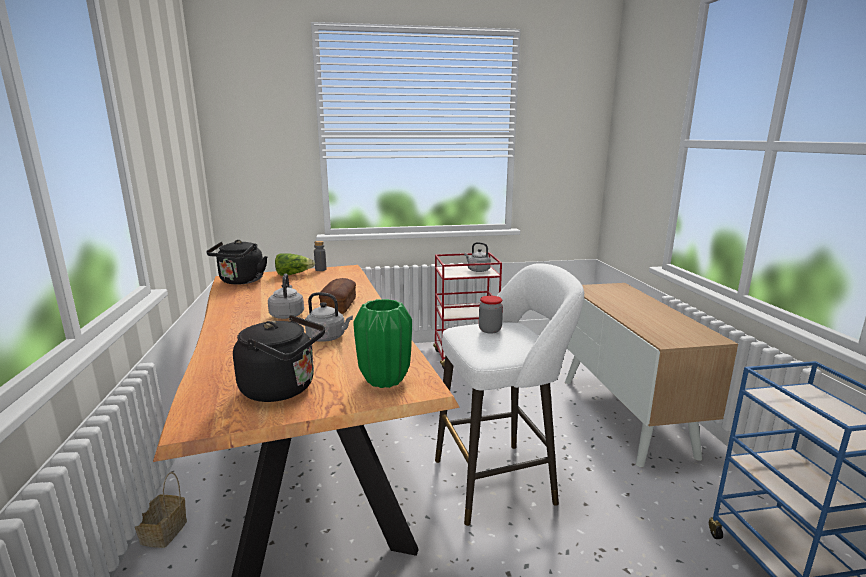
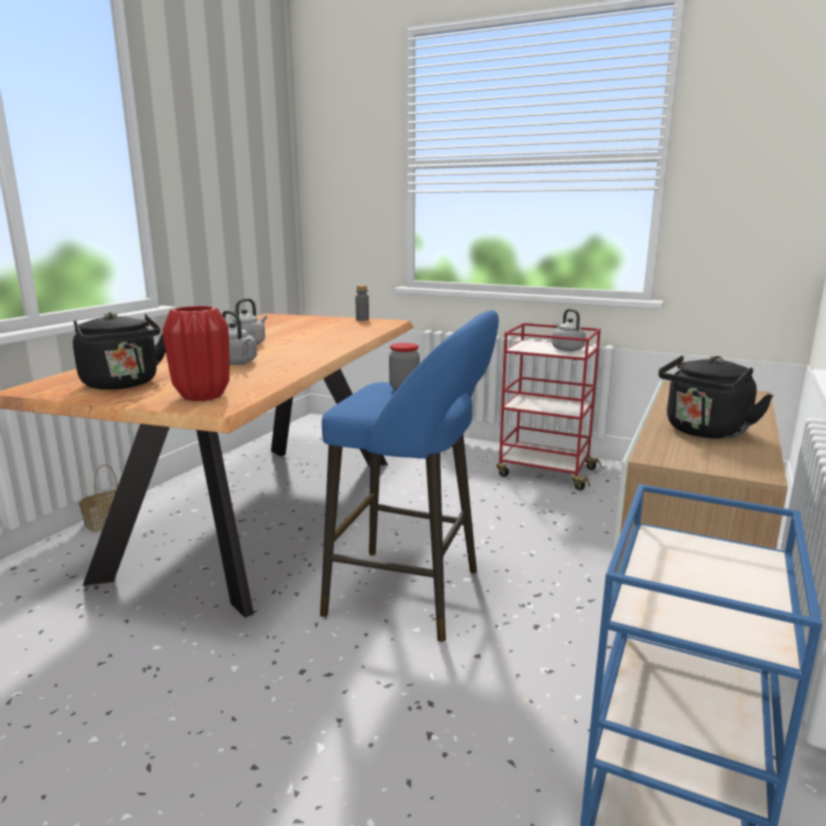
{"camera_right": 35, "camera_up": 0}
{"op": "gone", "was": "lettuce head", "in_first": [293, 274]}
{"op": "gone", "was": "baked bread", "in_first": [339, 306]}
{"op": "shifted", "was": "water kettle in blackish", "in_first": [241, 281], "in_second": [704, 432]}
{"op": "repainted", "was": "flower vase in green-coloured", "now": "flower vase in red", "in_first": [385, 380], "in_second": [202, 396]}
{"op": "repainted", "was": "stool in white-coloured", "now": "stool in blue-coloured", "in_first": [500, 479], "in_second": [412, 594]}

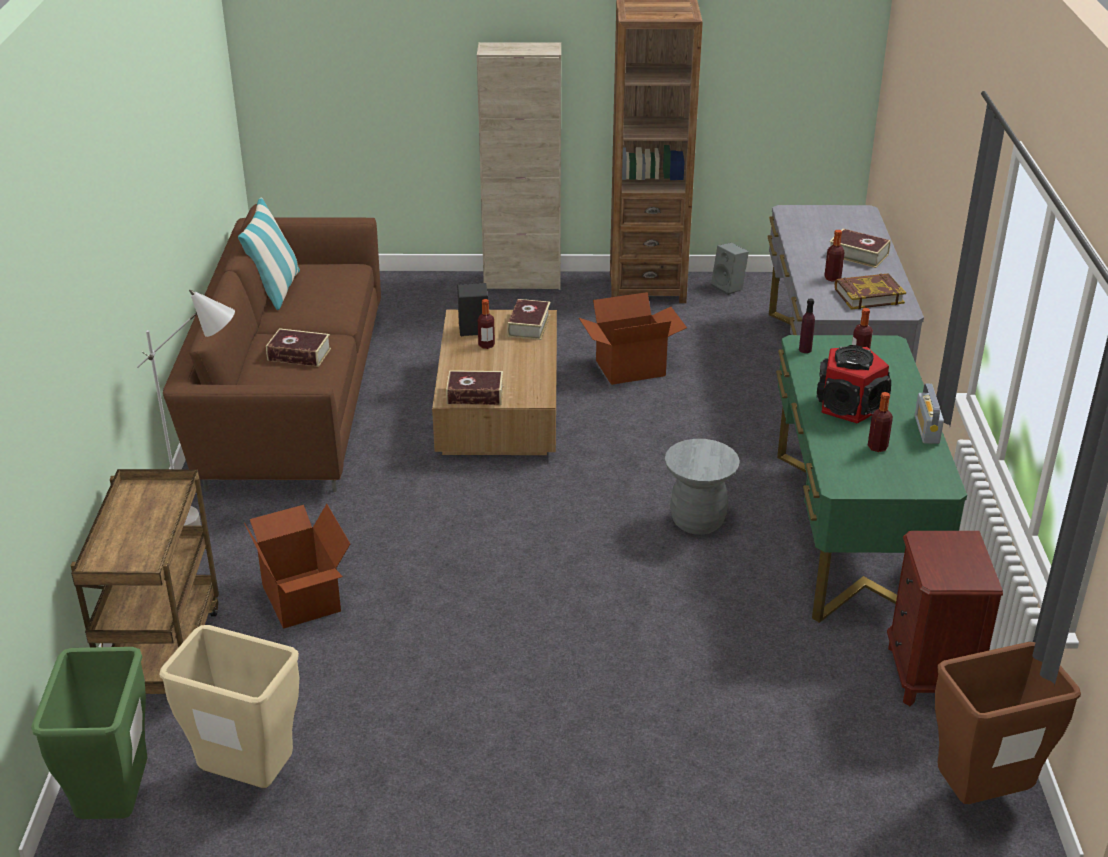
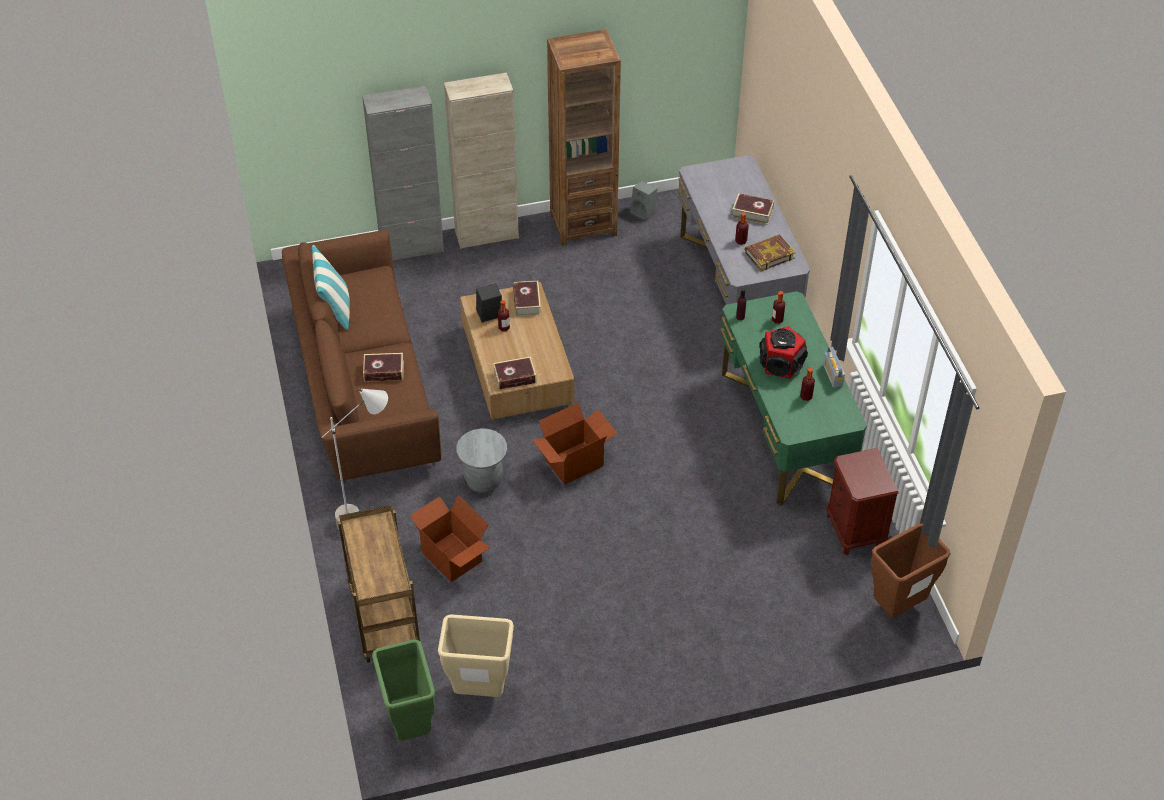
{"camera_right": -15, "camera_up": 15}
{"op": "new", "now": "cabinet in gray", "in_second": [412, 248]}
{"op": "shifted", "was": "packing box", "in_first": [630, 367], "in_second": [573, 462]}
{"op": "shifted", "was": "stool in gray", "in_first": [697, 521], "in_second": [484, 480]}

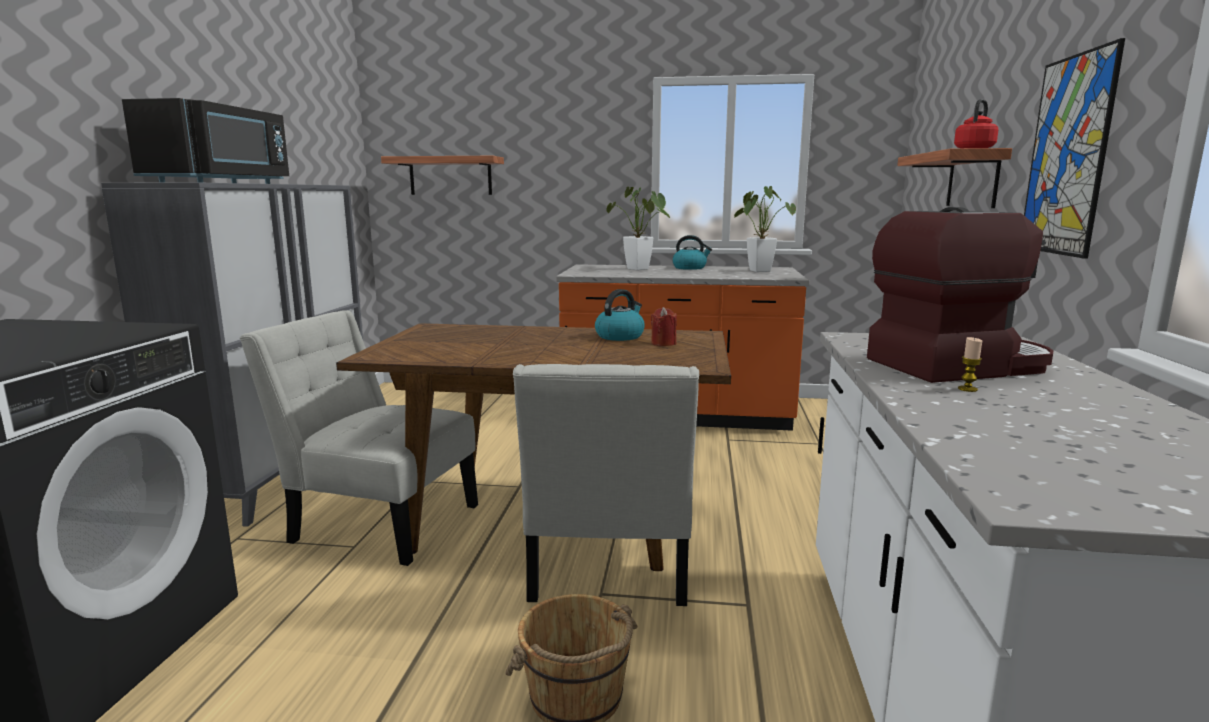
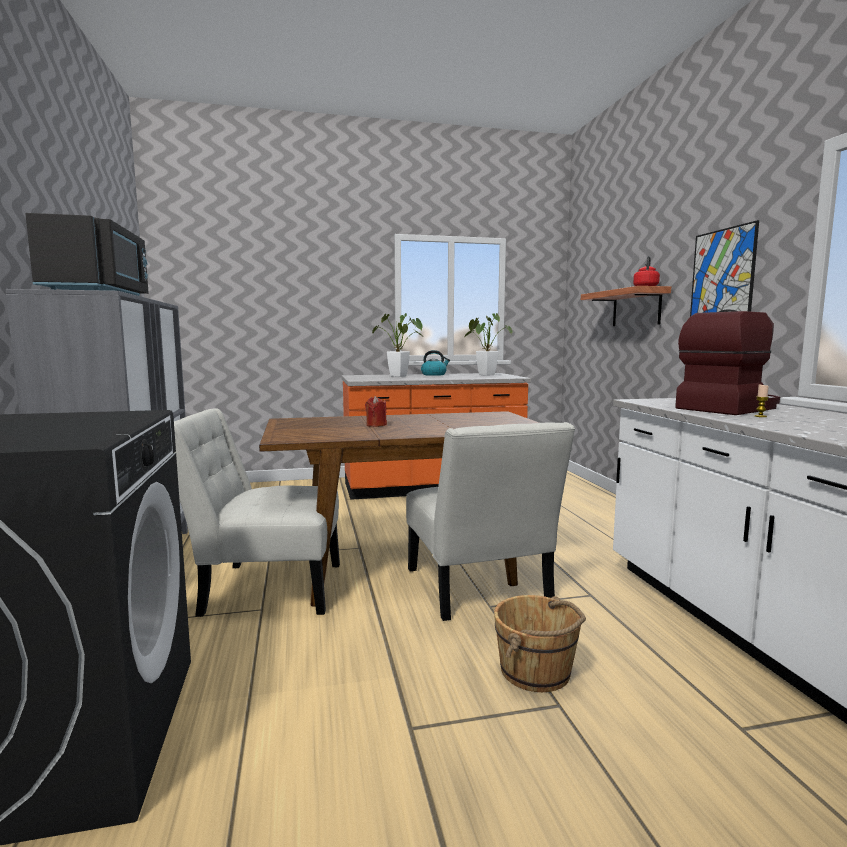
{"camera_right": -20, "camera_up": -5}
{"op": "gone", "was": "shelf", "in_first": [450, 176]}
{"op": "gone", "was": "water kettle", "in_first": [620, 336]}
{"op": "shifted", "was": "wax candle in red", "in_first": [663, 343], "in_second": [376, 425]}

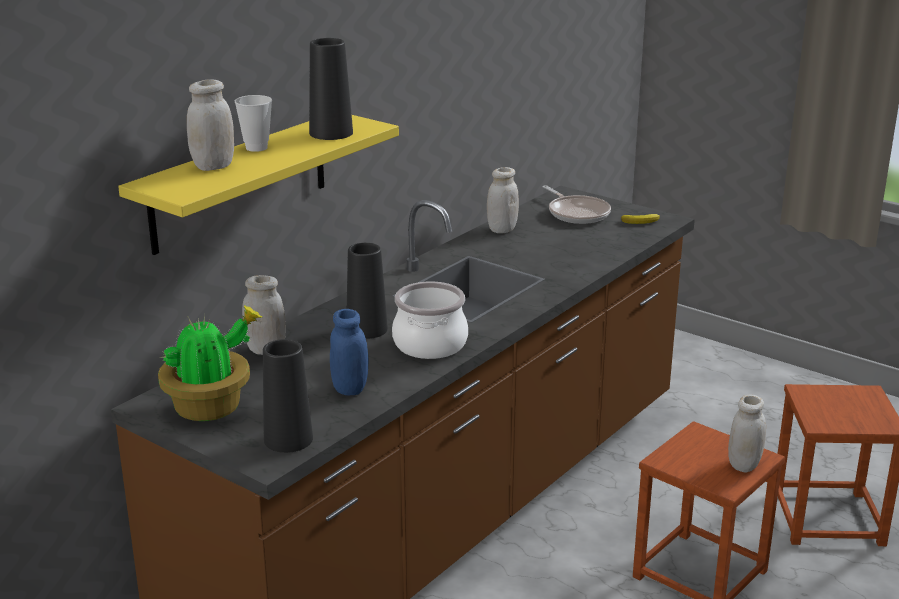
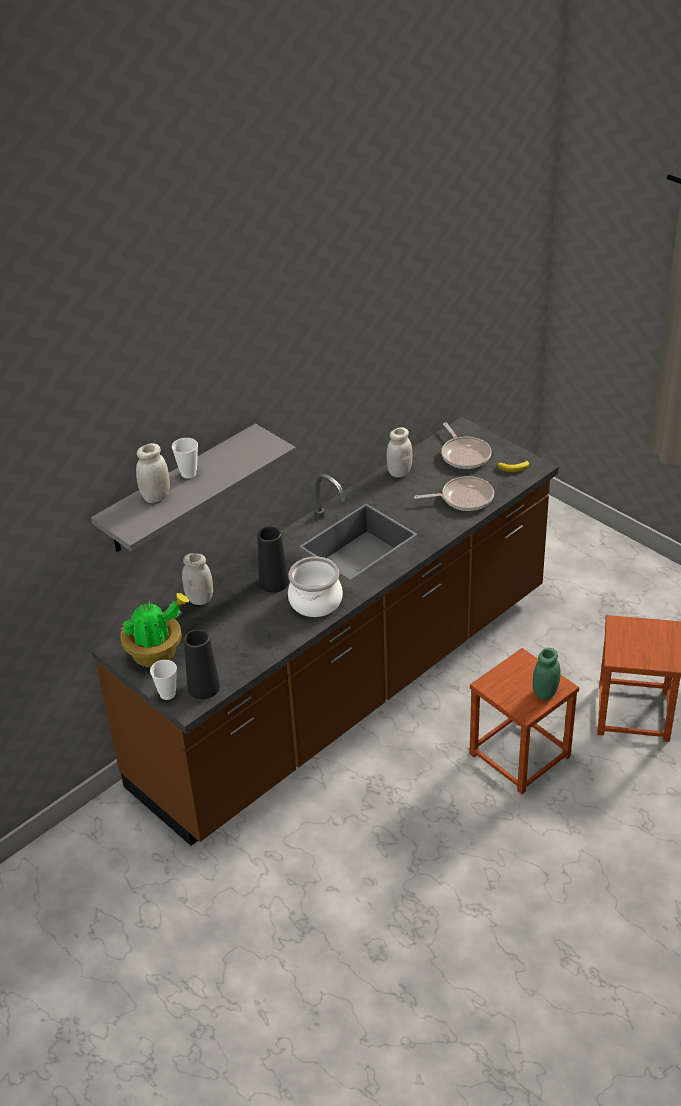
{"camera_right": 10, "camera_up": 15}
{"op": "gone", "was": "flower vase in blackish", "in_first": [331, 133]}
{"op": "gone", "was": "storage jar in blue-coloured", "in_first": [349, 388]}
{"op": "new", "now": "drinking cup", "in_second": [167, 694]}
{"op": "new", "now": "pan", "in_second": [463, 498]}
{"op": "repainted", "was": "shelf in yellow", "now": "shelf in gray", "in_first": [240, 182], "in_second": [179, 490]}
{"op": "repainted", "was": "storage jar in white-coloured", "now": "storage jar in green-coloured", "in_first": [744, 465], "in_second": [545, 693]}

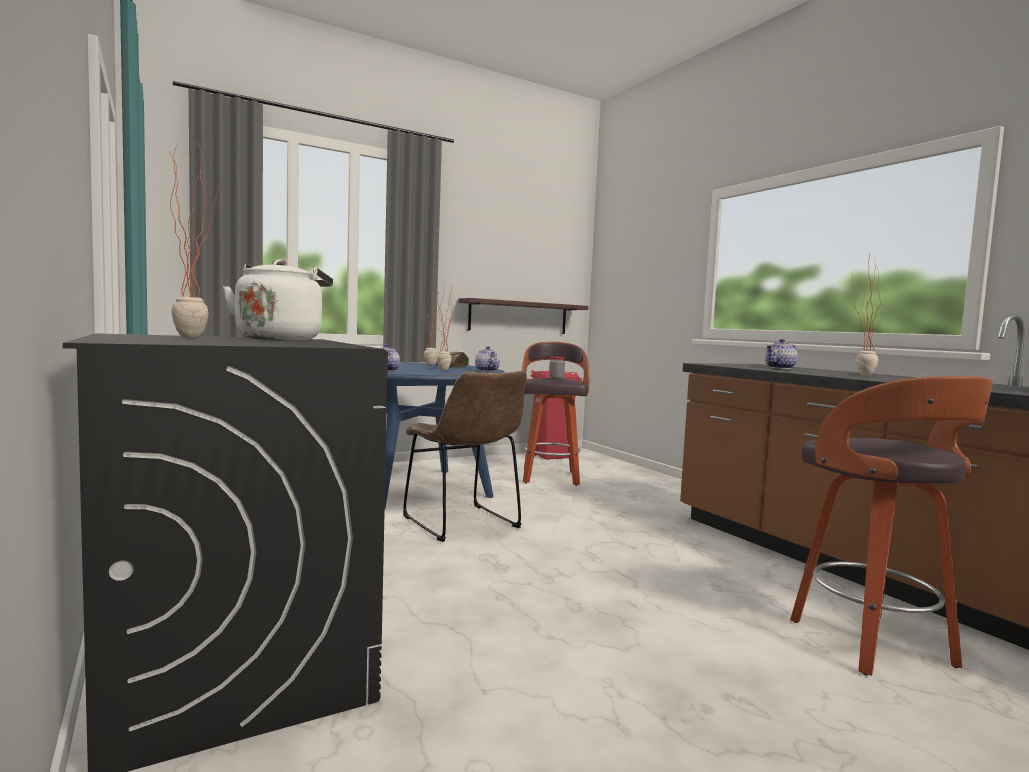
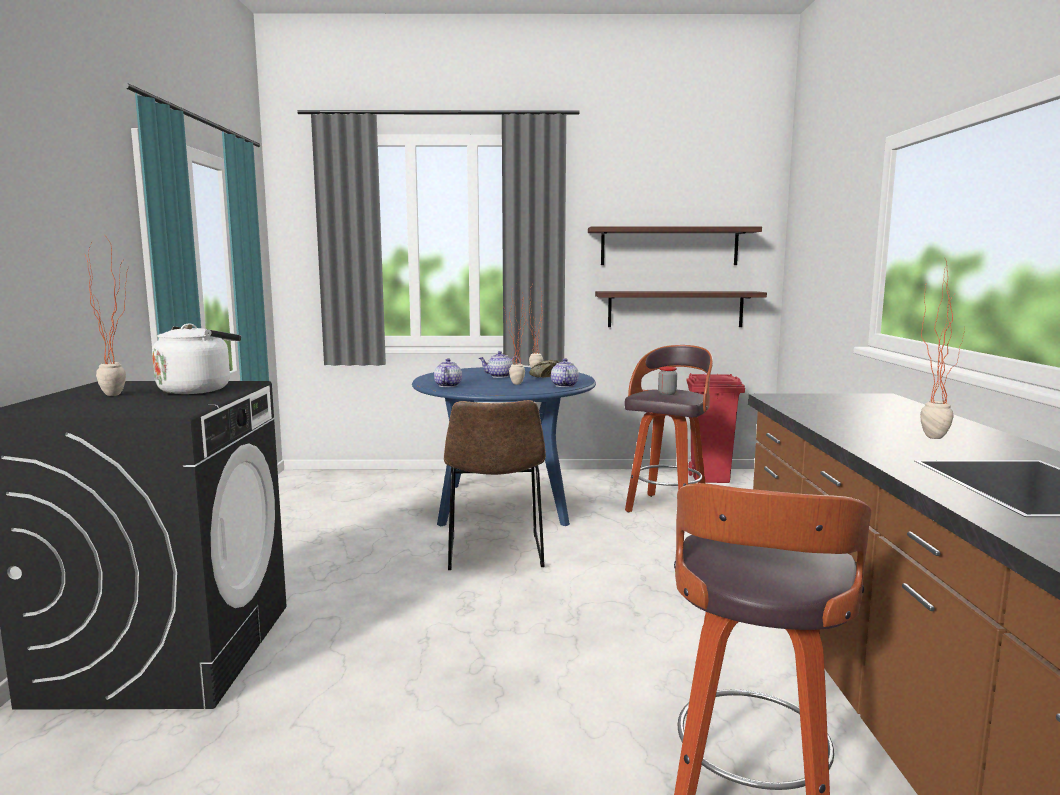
{"camera_right": 30, "camera_up": 5}
{"op": "new", "now": "shelf", "in_second": [669, 246]}
{"op": "shifted", "was": "tea pot", "in_first": [780, 368], "in_second": [499, 376]}

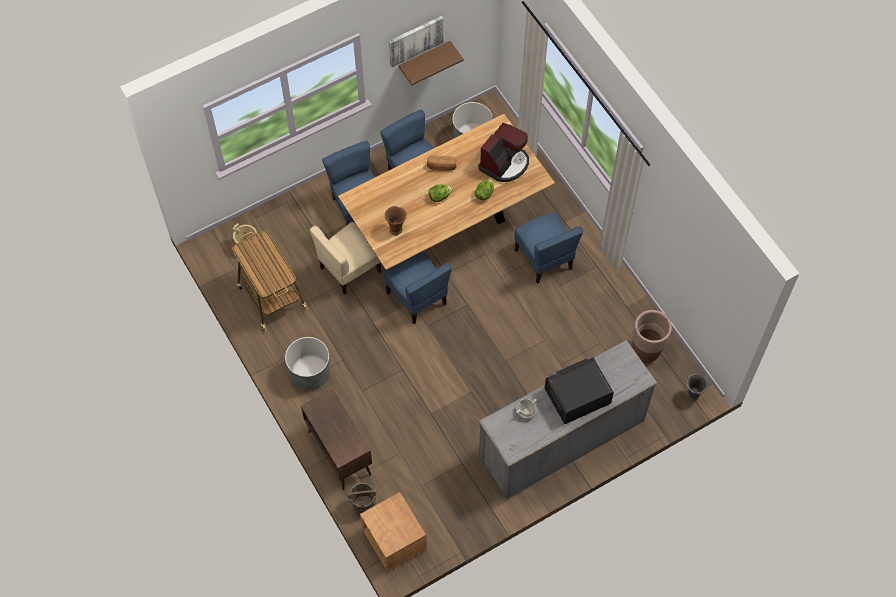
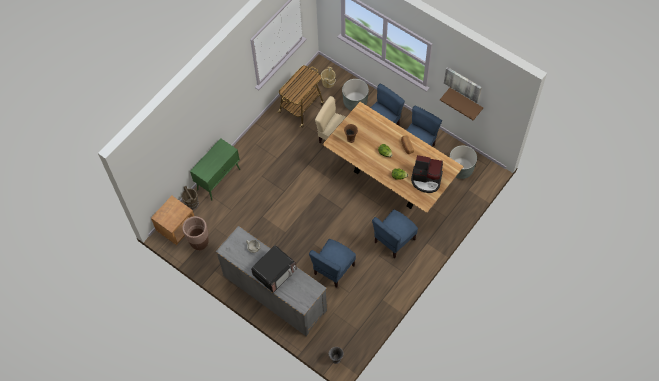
{"camera_right": 70, "camera_up": 0}
{"op": "shifted", "was": "plant pot in gray", "in_first": [310, 373], "in_second": [355, 102]}
{"op": "shifted", "was": "chair in blue-coloured", "in_first": [417, 298], "in_second": [333, 269]}
{"op": "shifted", "was": "plant pot in brownish", "in_first": [646, 352], "in_second": [199, 243]}
{"op": "repainted", "was": "cabinet in brownish", "now": "cabinet in green-coloured", "in_first": [339, 452], "in_second": [219, 179]}
{"op": "rotated", "was": "microwave oven", "in_first": [576, 397], "in_second": [275, 272], "clockwise": 90}

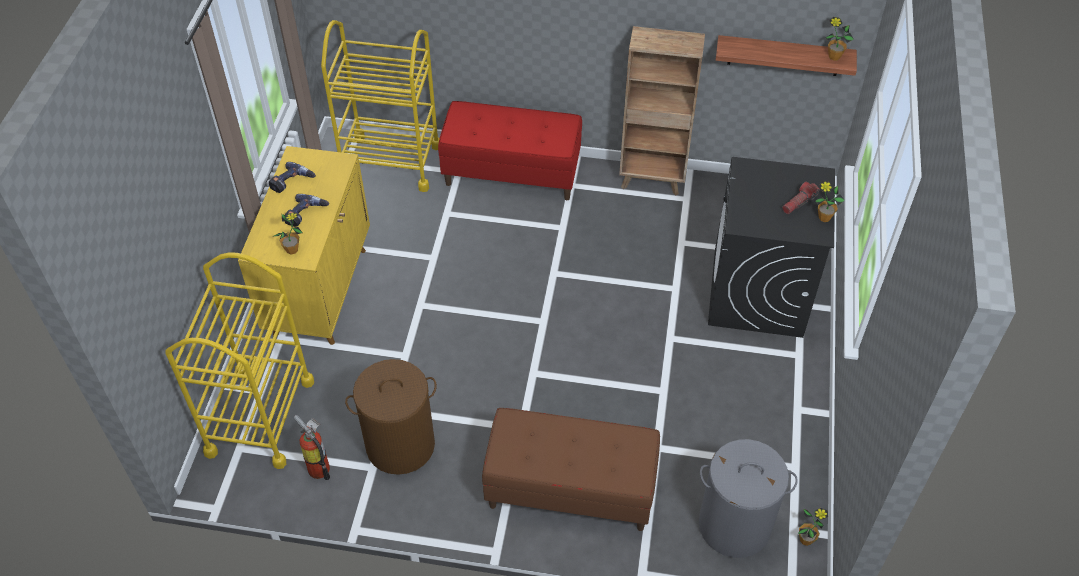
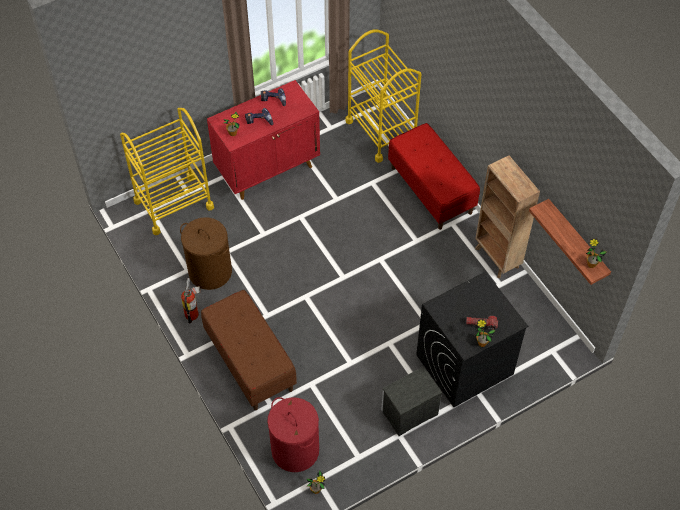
{"camera_right": 50, "camera_up": 5}
{"op": "new", "now": "night table", "in_second": [408, 412]}
{"op": "shifted", "was": "fire-fighting cylinder", "in_first": [319, 466], "in_second": [193, 313]}
{"op": "repainted", "was": "cabinet in yellow", "now": "cabinet in red", "in_first": [320, 290], "in_second": [268, 169]}
{"op": "repainted", "was": "laundry basket in gray", "now": "laundry basket in red", "in_first": [734, 525], "in_second": [295, 450]}

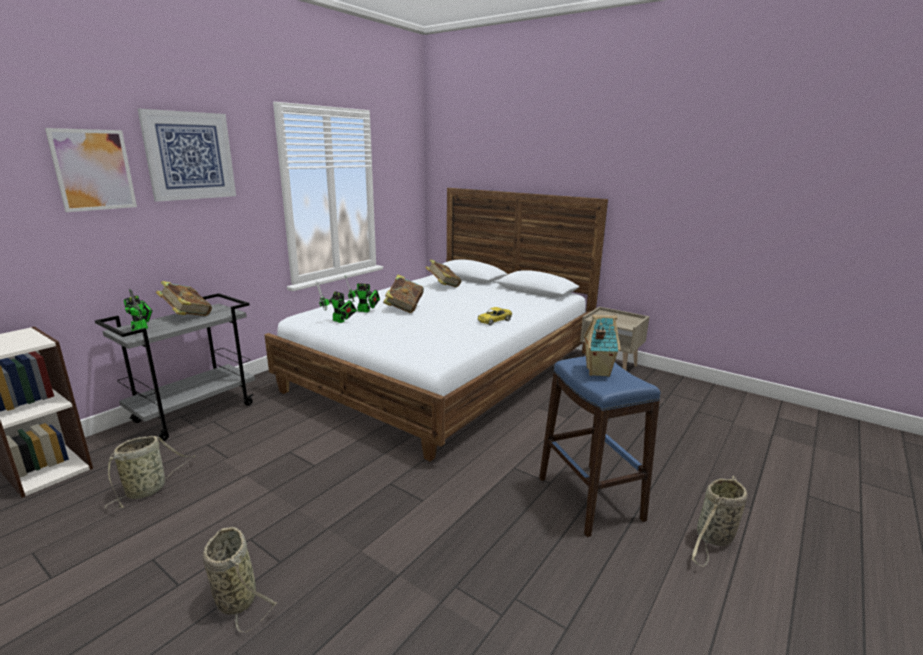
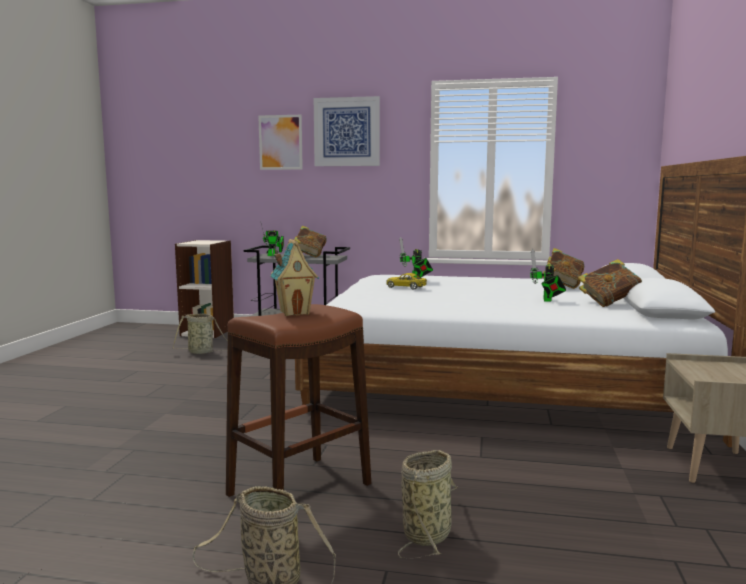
{"camera_right": 65, "camera_up": -10}
{"op": "shifted", "was": "basket", "in_first": [235, 597], "in_second": [428, 533]}
{"op": "shifted", "was": "toy robot", "in_first": [340, 321], "in_second": [547, 300]}
{"op": "shifted", "was": "book", "in_first": [404, 308], "in_second": [609, 303]}
{"op": "shifted", "was": "model car in yellow", "in_first": [494, 321], "in_second": [406, 287]}
{"op": "repainted", "was": "stool in blue-coloured", "now": "stool in brownish", "in_first": [590, 498], "in_second": [299, 490]}

